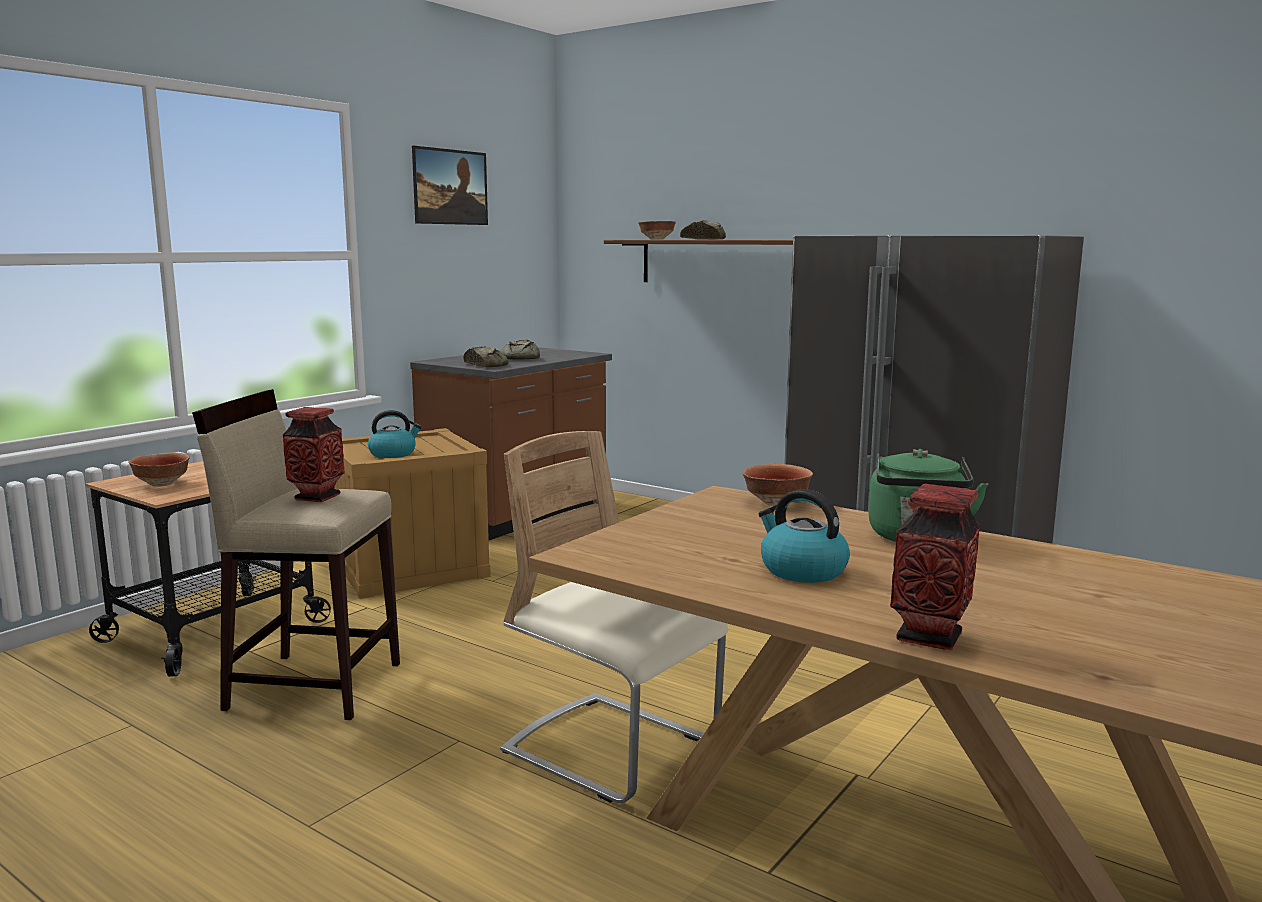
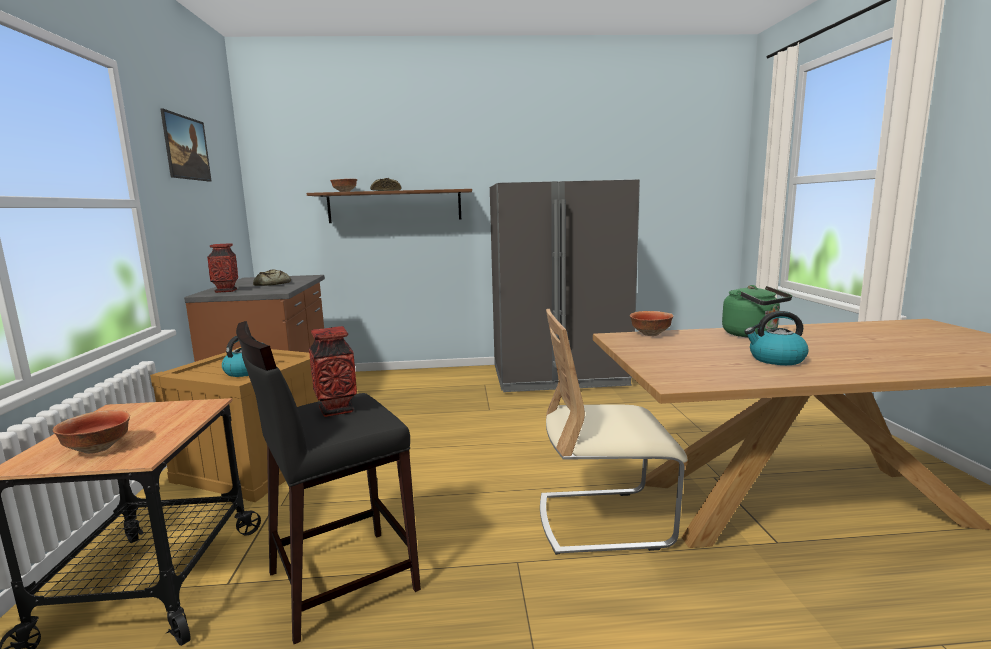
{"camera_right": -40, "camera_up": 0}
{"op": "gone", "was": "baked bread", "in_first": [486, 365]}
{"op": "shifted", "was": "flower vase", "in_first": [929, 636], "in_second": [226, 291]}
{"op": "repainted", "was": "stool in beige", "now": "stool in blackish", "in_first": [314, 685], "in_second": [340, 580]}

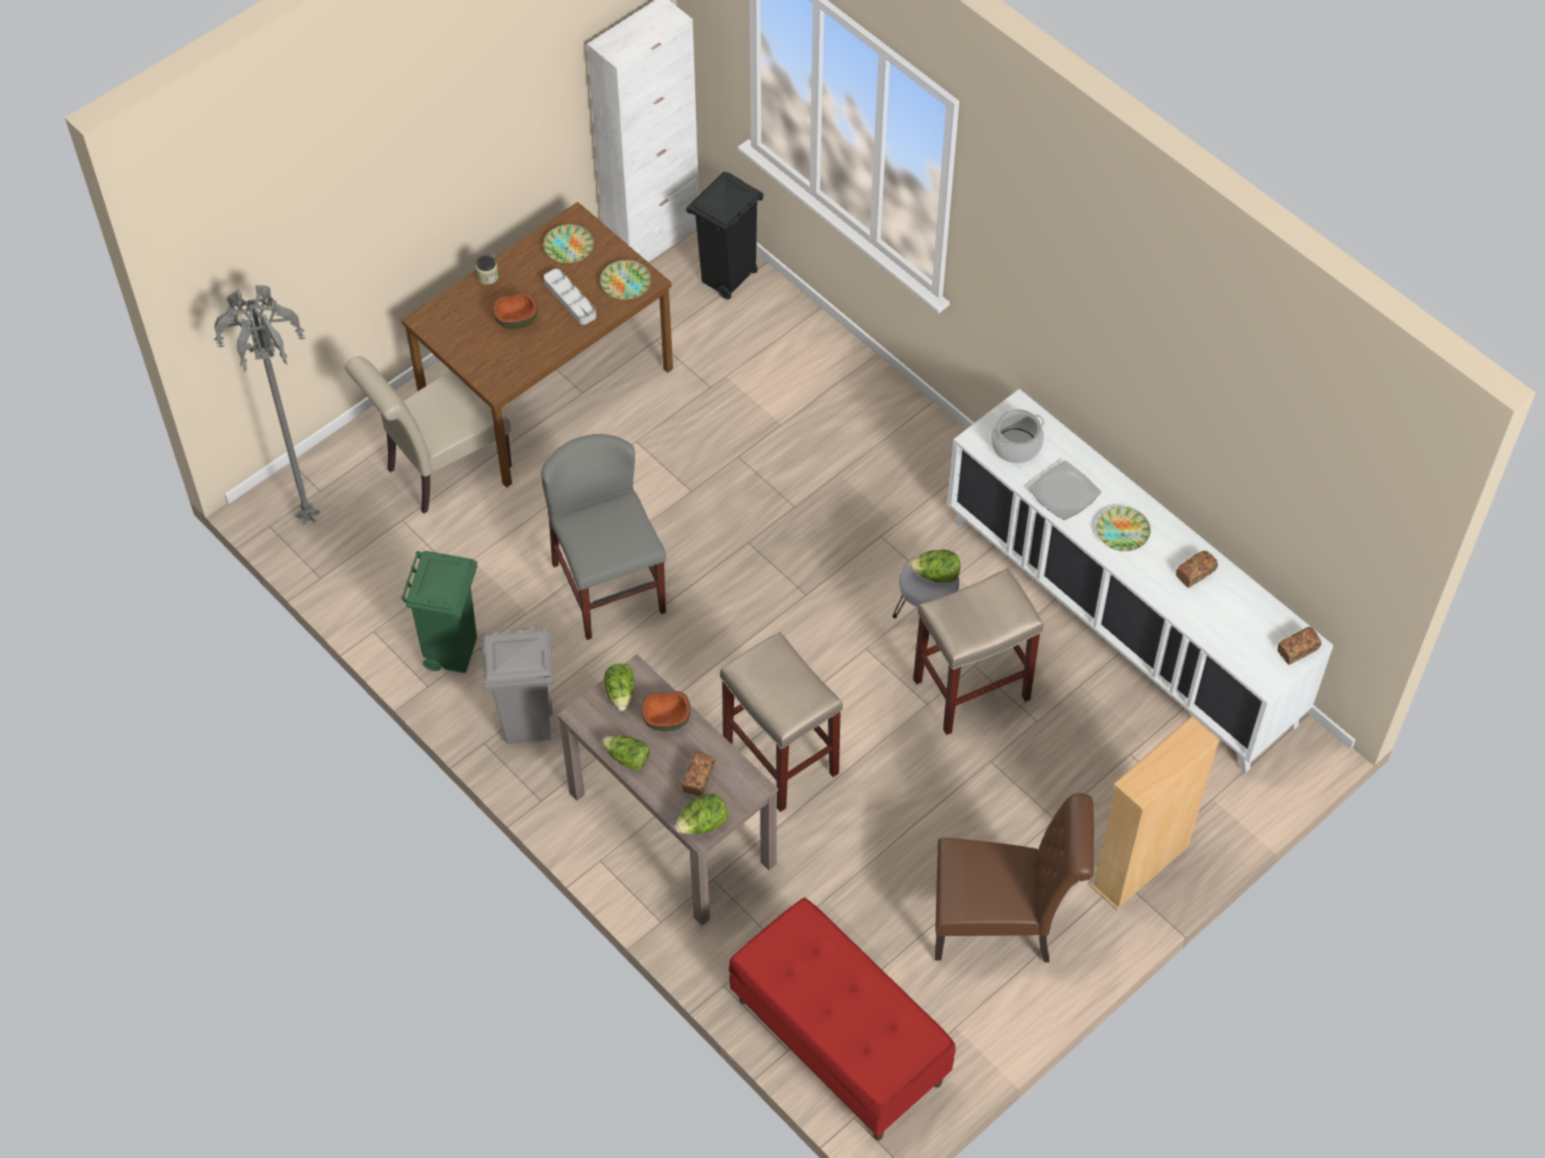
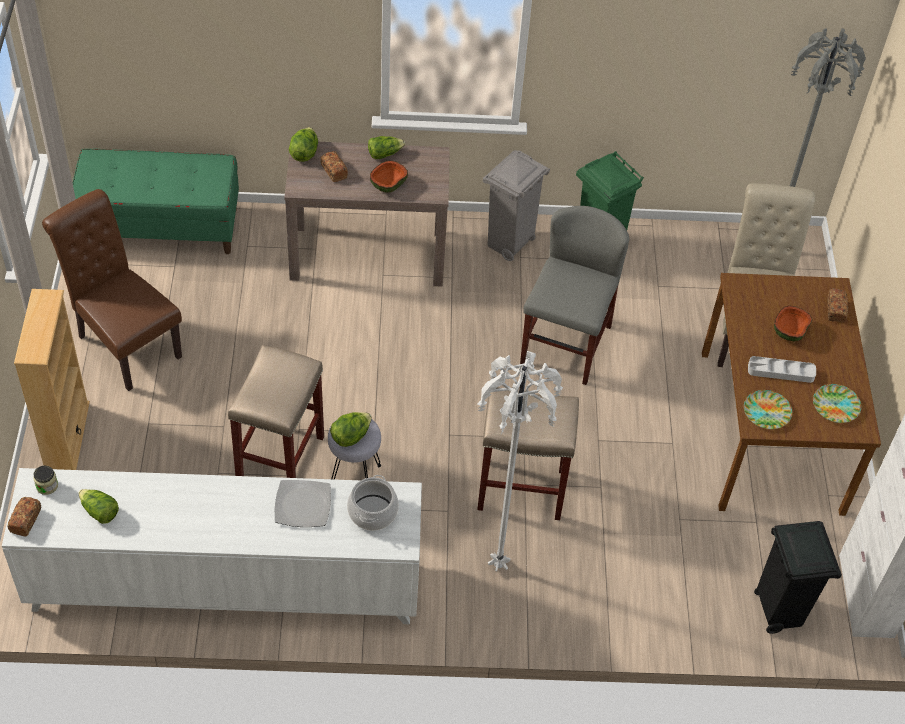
{"camera_right": 130, "camera_up": -5}
{"op": "gone", "was": "flat dish", "in_first": [1122, 532]}
{"op": "new", "now": "standard lamp in white-coloured", "in_second": [496, 564]}
{"op": "shifted", "was": "storage jar", "in_first": [488, 277], "in_second": [47, 486]}
{"op": "shifted", "was": "lettuce head", "in_first": [621, 693], "in_second": [99, 512]}
{"op": "shifted", "was": "stool in beige", "in_first": [779, 758], "in_second": [522, 489]}
{"op": "shifted", "was": "baked bread", "in_first": [1195, 573], "in_second": [835, 310]}
{"op": "repainted", "was": "long seat in red", "now": "long seat in green-coloured", "in_first": [838, 1041], "in_second": [161, 227]}
{"op": "rotated", "was": "chair in gray", "in_first": [609, 588], "in_second": [565, 345], "clockwise": -90}
{"op": "rotated", "was": "chair in brownish", "in_first": [1001, 925], "in_second": [124, 343], "clockwise": 90}

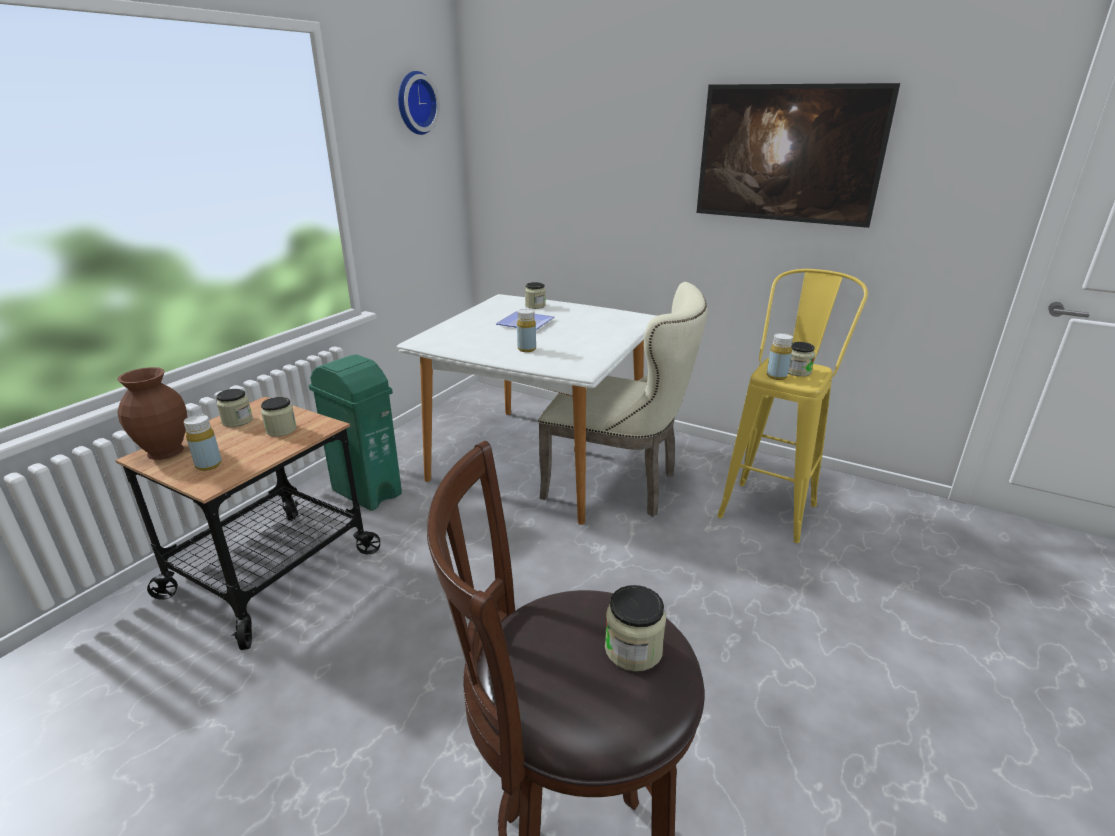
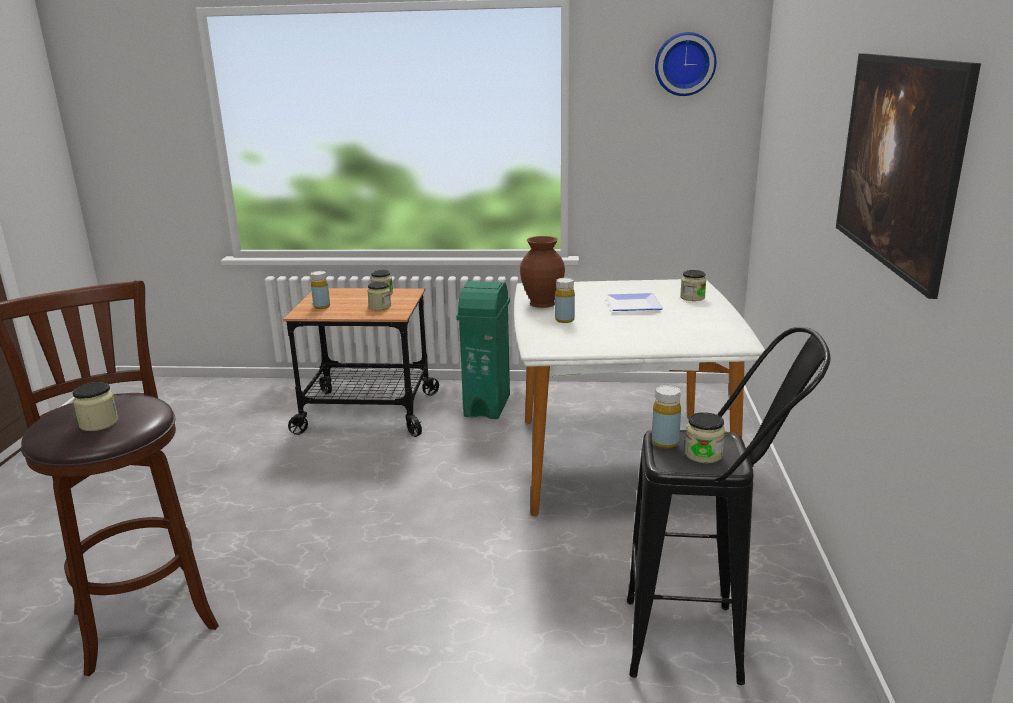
{"camera_right": 65, "camera_up": -5}
{"op": "gone", "was": "chair in beige", "in_first": [619, 484]}
{"op": "shifted", "was": "flower vase in brownish", "in_first": [166, 451], "in_second": [543, 303]}
{"op": "repainted", "was": "stool in yellow", "now": "stool in blackish", "in_first": [772, 503], "in_second": [705, 642]}

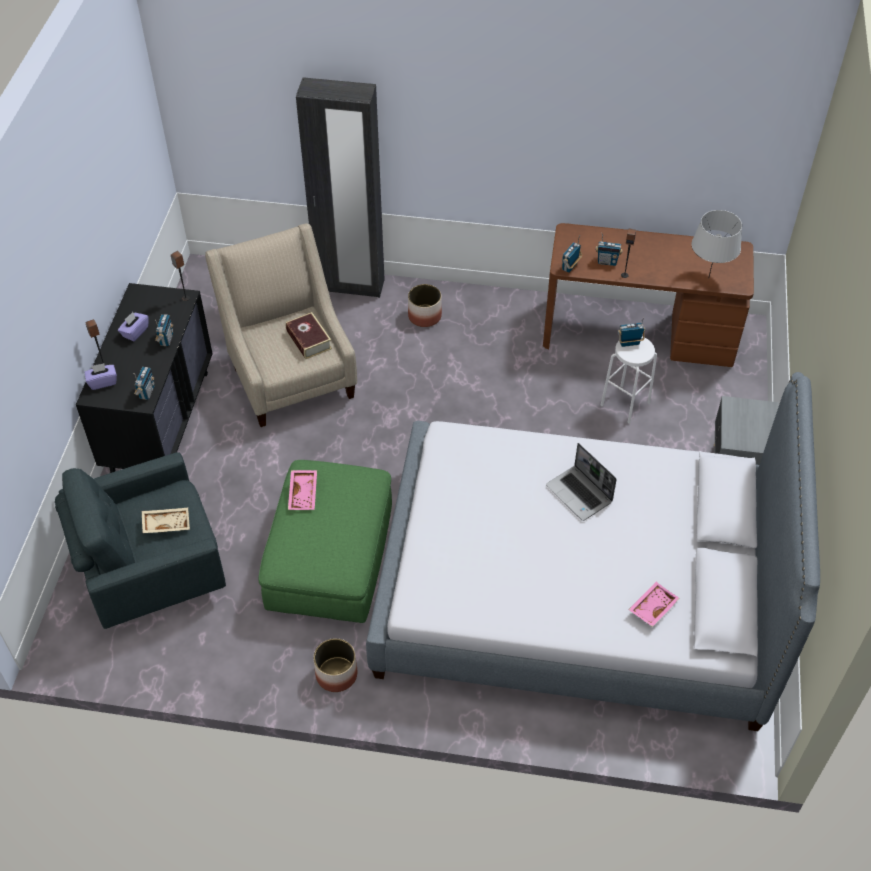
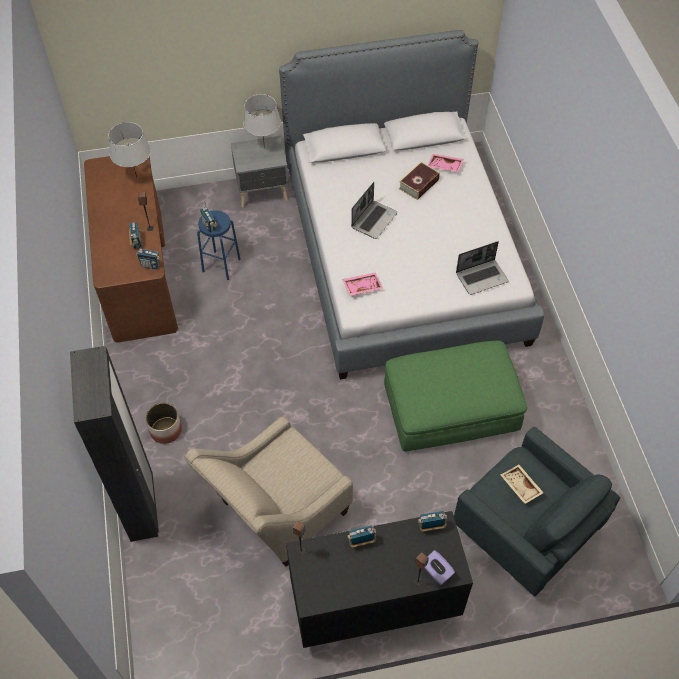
{"camera_right": -110, "camera_up": 5}
{"op": "gone", "was": "box of tissues in purple-coloured", "in_first": [135, 332]}
{"op": "gone", "was": "plant pot", "in_first": [336, 674]}
{"op": "new", "now": "table lamp in gray", "in_second": [264, 148]}
{"op": "new", "now": "notebook computer", "in_second": [482, 277]}
{"op": "shifted", "was": "book", "in_first": [309, 340], "in_second": [418, 184]}
{"op": "shifted", "was": "tray in pinkish", "in_first": [304, 494], "in_second": [362, 286]}
{"op": "repainted", "was": "stool in white-coloured", "now": "stool in blue-coloured", "in_first": [625, 404], "in_second": [221, 265]}

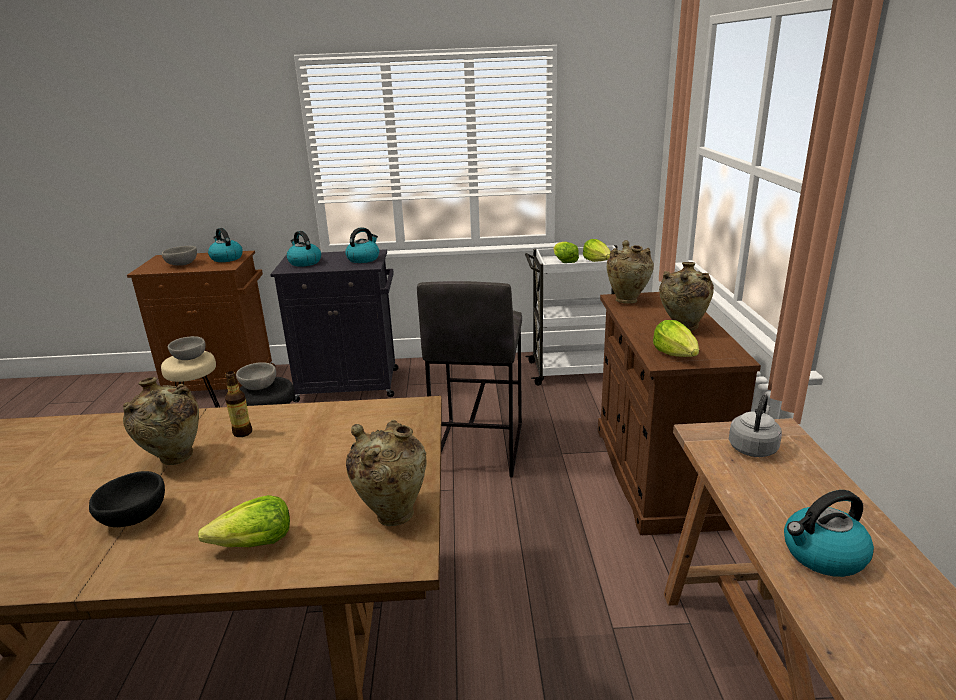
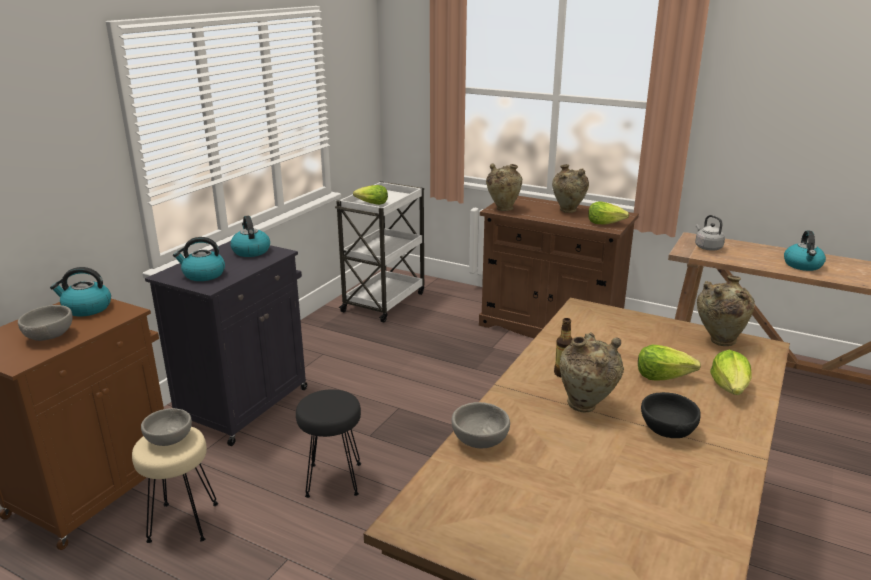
{"camera_right": -60, "camera_up": 0}
{"op": "gone", "was": "stool in gray", "in_first": [477, 447]}
{"op": "shifted", "was": "deep dish in gray", "in_first": [259, 386], "in_second": [479, 440]}
{"op": "shifted", "was": "lettuce head", "in_first": [597, 261], "in_second": [663, 376]}

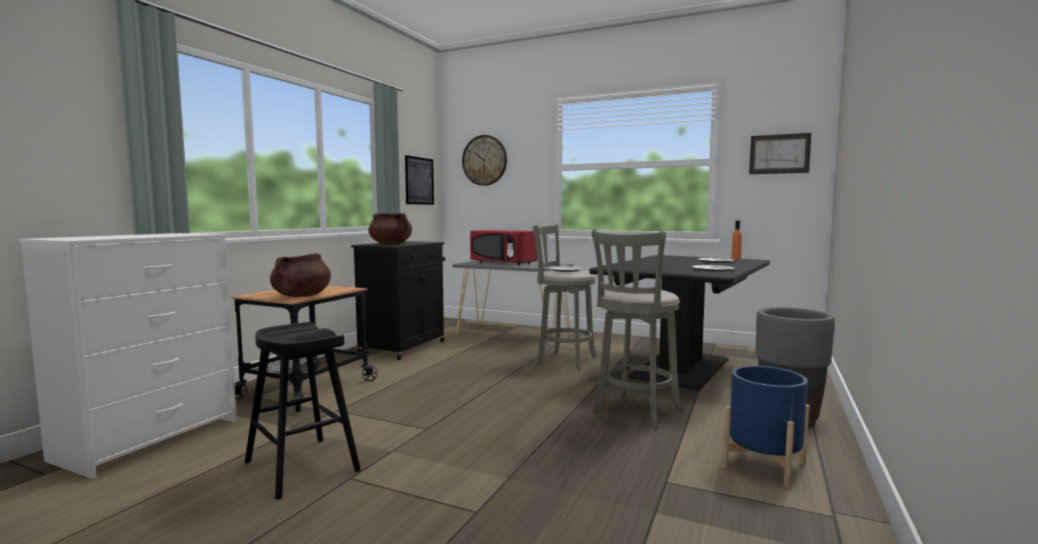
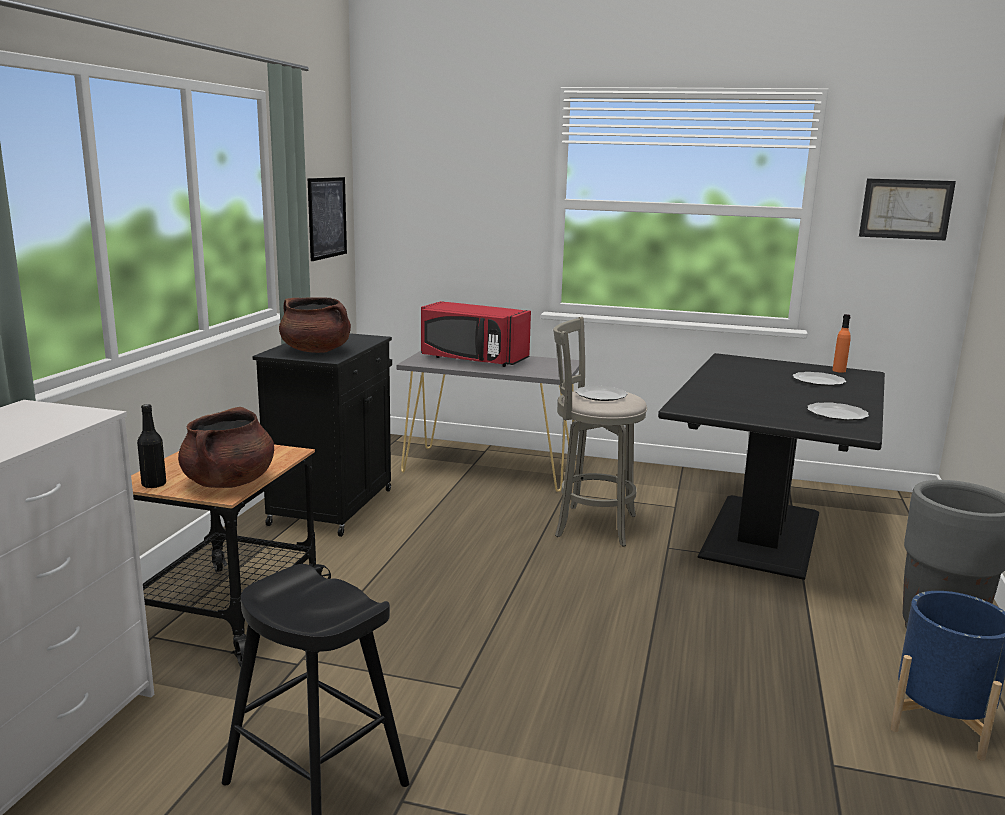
{"camera_right": -10, "camera_up": 10}
{"op": "gone", "was": "hanging clock", "in_first": [484, 160]}
{"op": "gone", "was": "stool in gray", "in_first": [635, 412]}
{"op": "new", "now": "bottle in blackish", "in_second": [154, 485]}

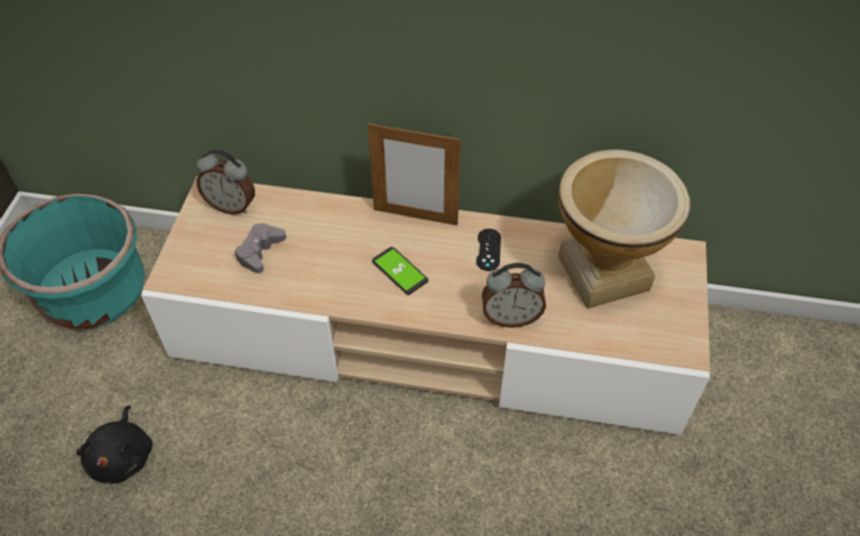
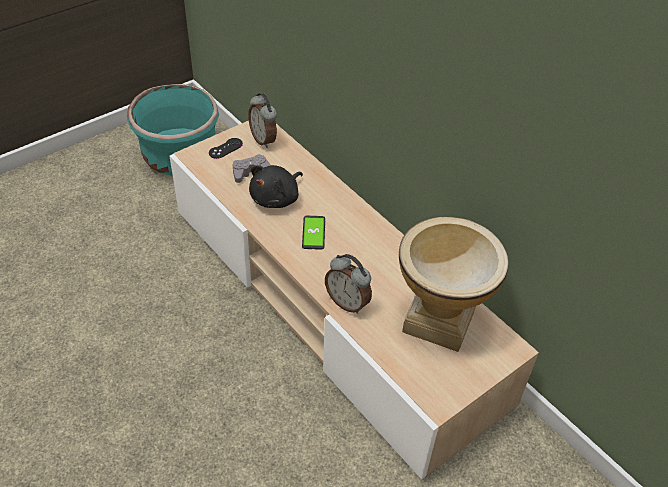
{"camera_right": 40, "camera_up": -5}
{"op": "gone", "was": "picture frame", "in_first": [415, 217]}
{"op": "shifted", "was": "plush toy in blackish", "in_first": [123, 456], "in_second": [276, 198]}
{"op": "shifted", "was": "joypad in blackish", "in_first": [488, 250], "in_second": [225, 148]}

